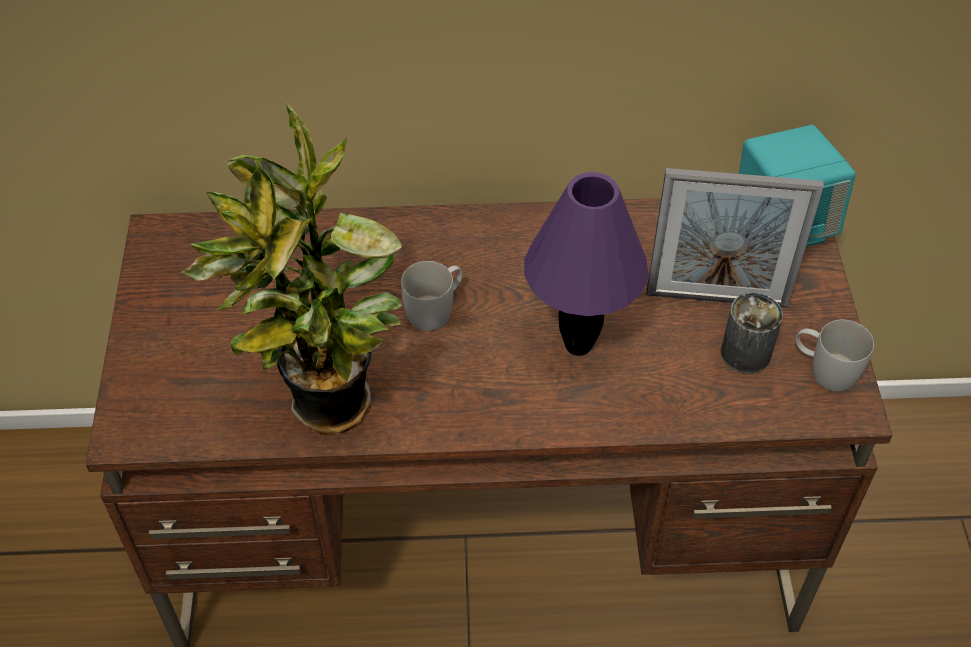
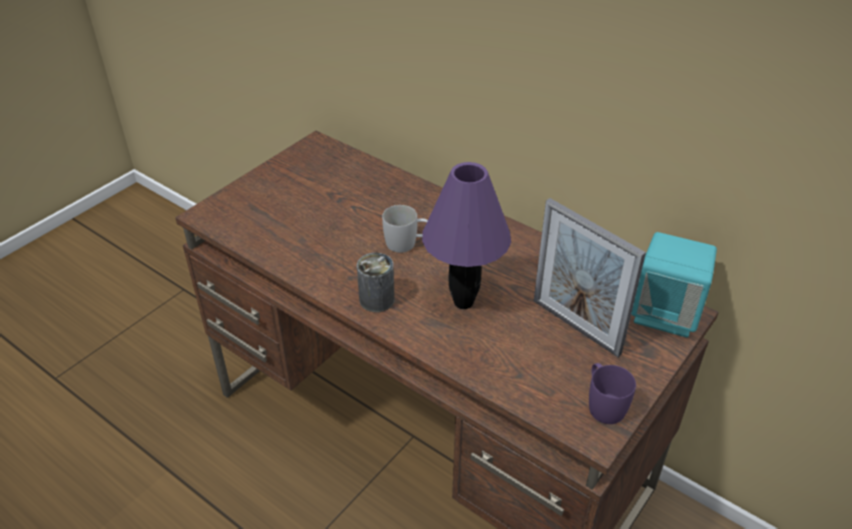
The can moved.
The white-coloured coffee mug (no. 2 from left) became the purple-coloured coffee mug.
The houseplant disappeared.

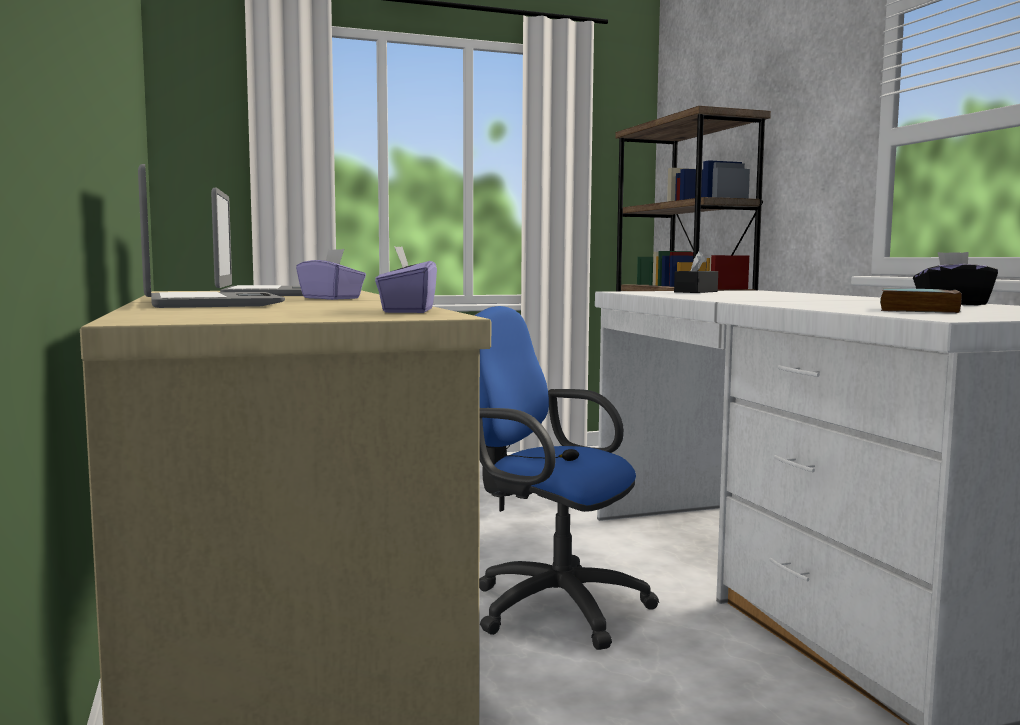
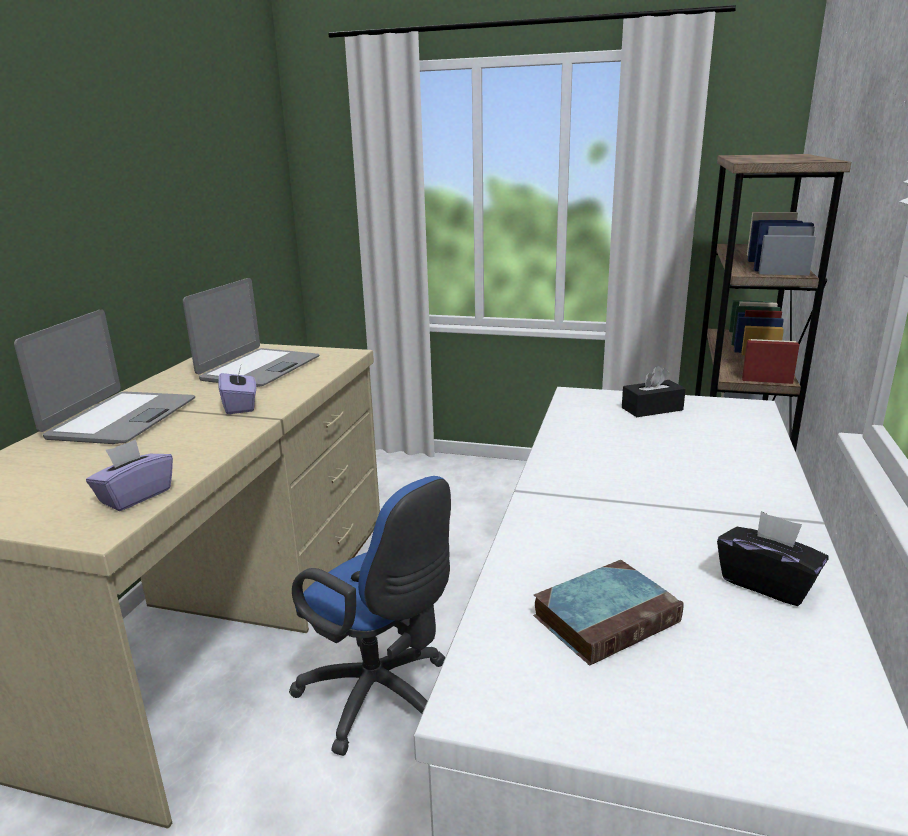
The blue-coloured computer chair turned 150 degrees clockwise.

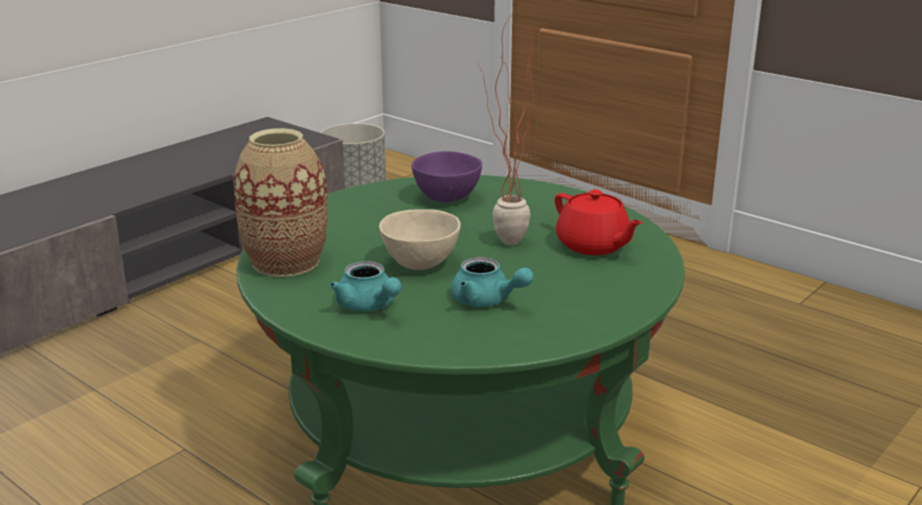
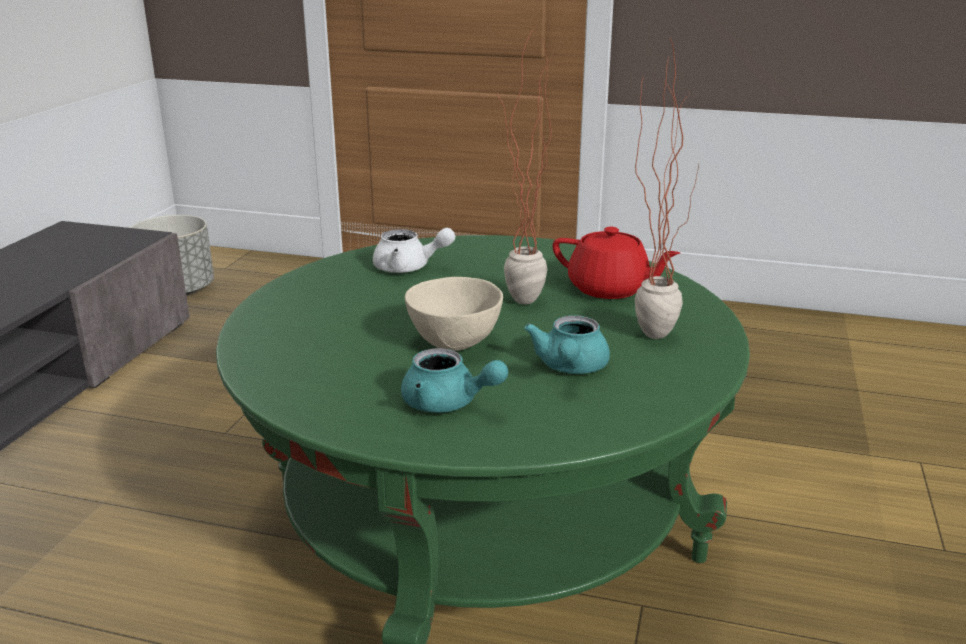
The purple-coloured serving bowl was replaced by the white-coloured tea pot.
The blue-green tea pot (no. 2 from left) turned 90 degrees clockwise.
The houseplant (no. 2 from left) appeared.
The vase disappeared.

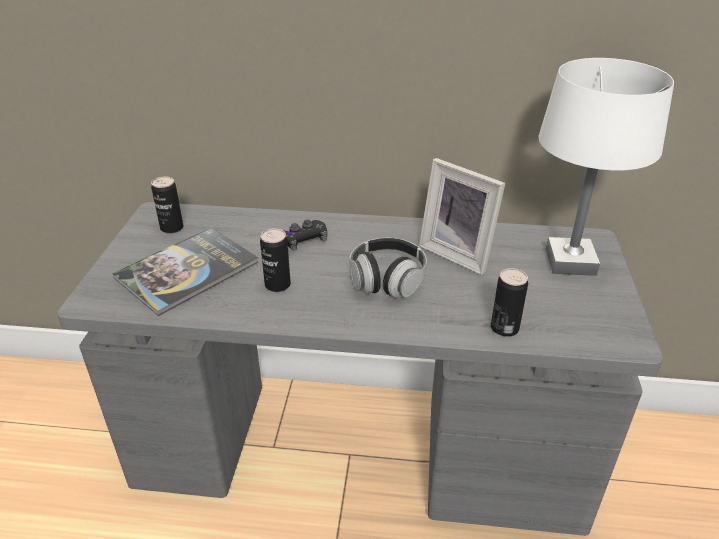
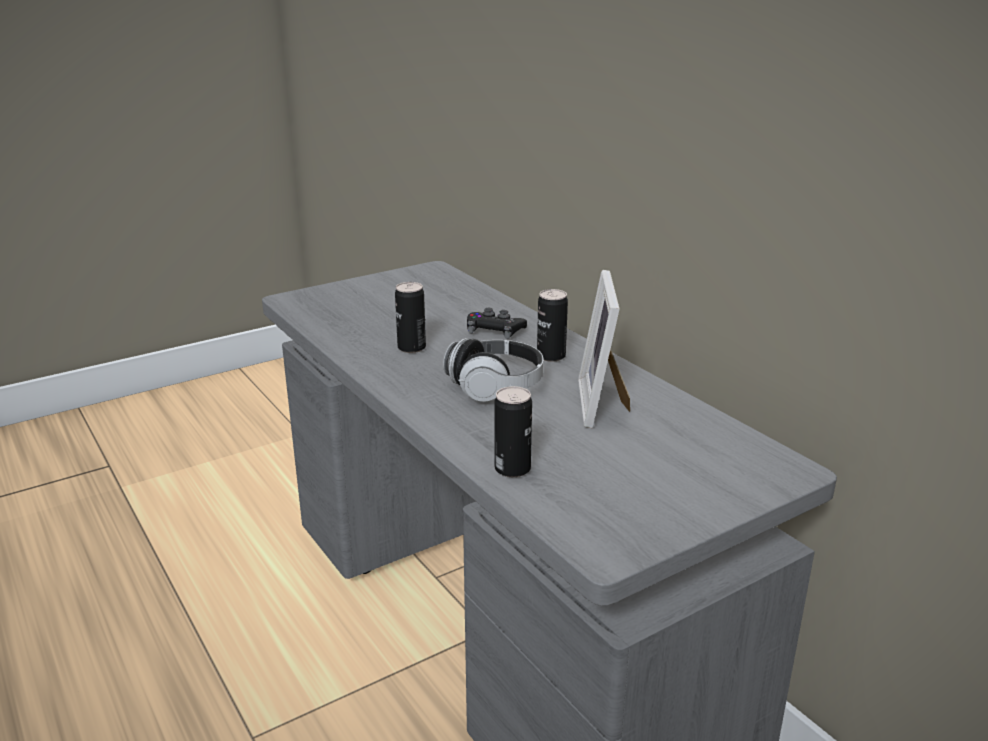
The can (no. 1 from left in the first image) moved.
The bound book disappeared.
The white-coloured lamp for a table disappeared.

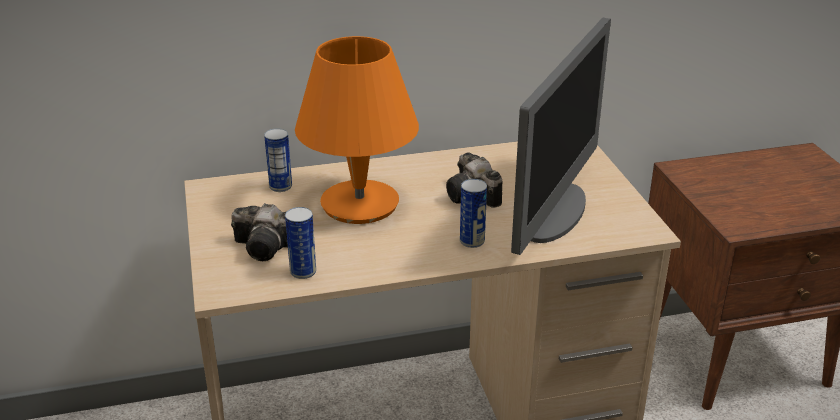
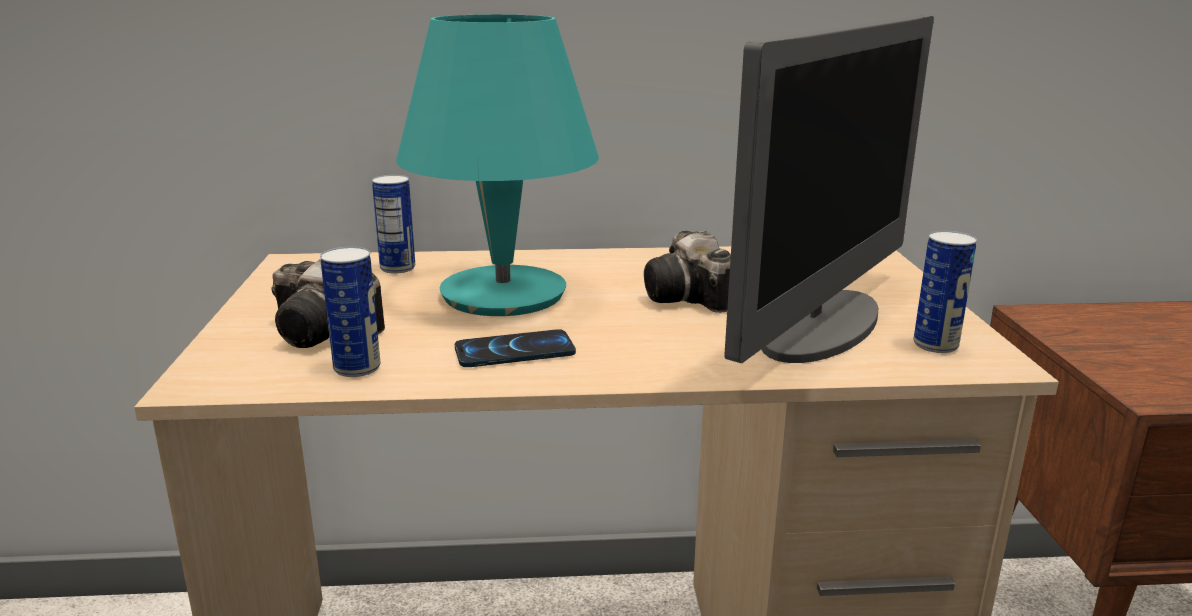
The orange-coloured lamp for a table became the blue-green lamp for a table.
The telephone appeared.
The can (no. 3 from left) moved.

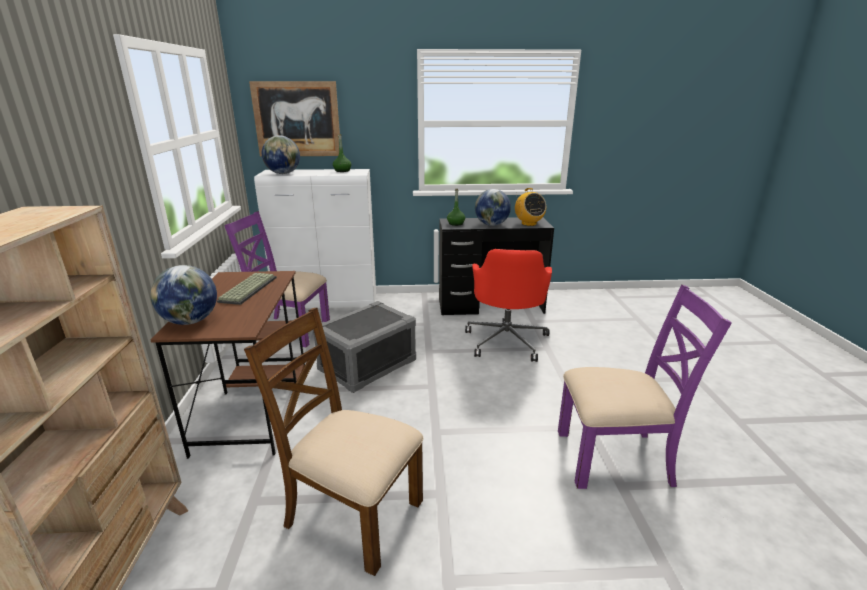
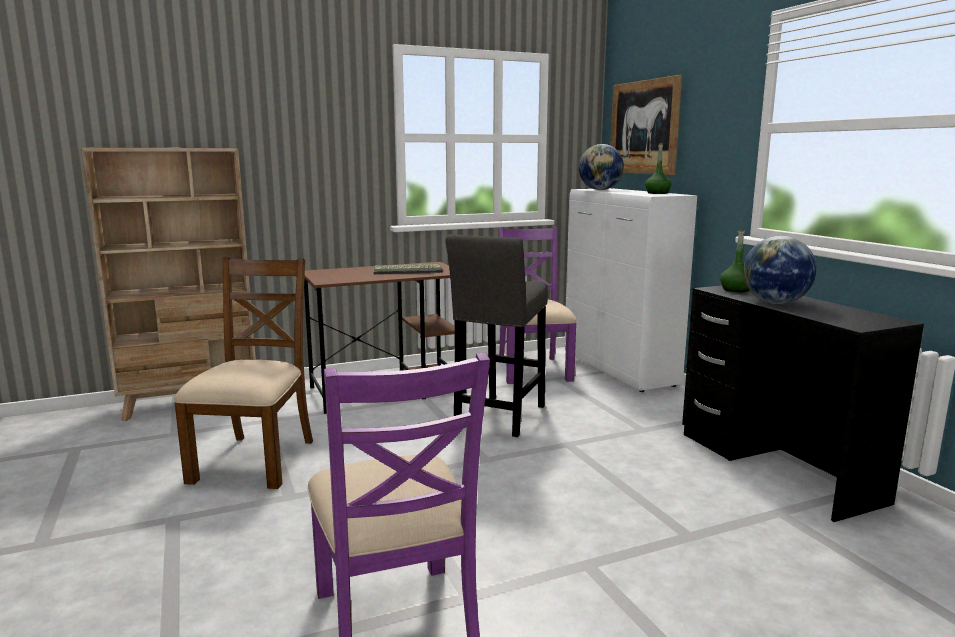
The gray storage bin was replaced by the gray stool.
The desk globe (no. 1 from left) disappeared.
The red computer chair disappeared.
The radio set disappeared.

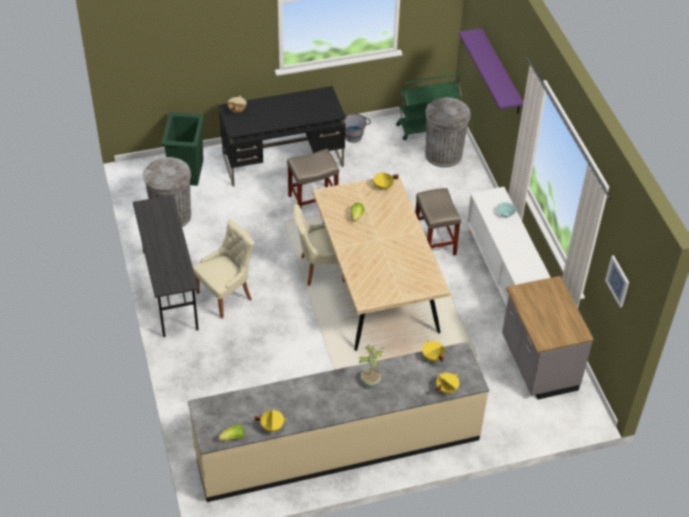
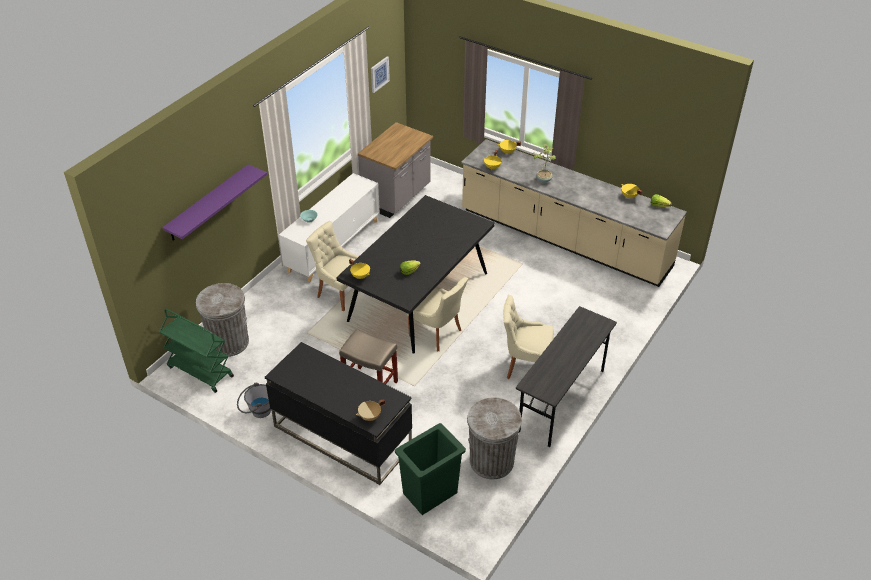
The beige-coloured stool (no. 2 from left) was replaced by the beige-coloured plain chair (no. 1 from left).
The beige-coloured kitchen table became the black kitchen table.

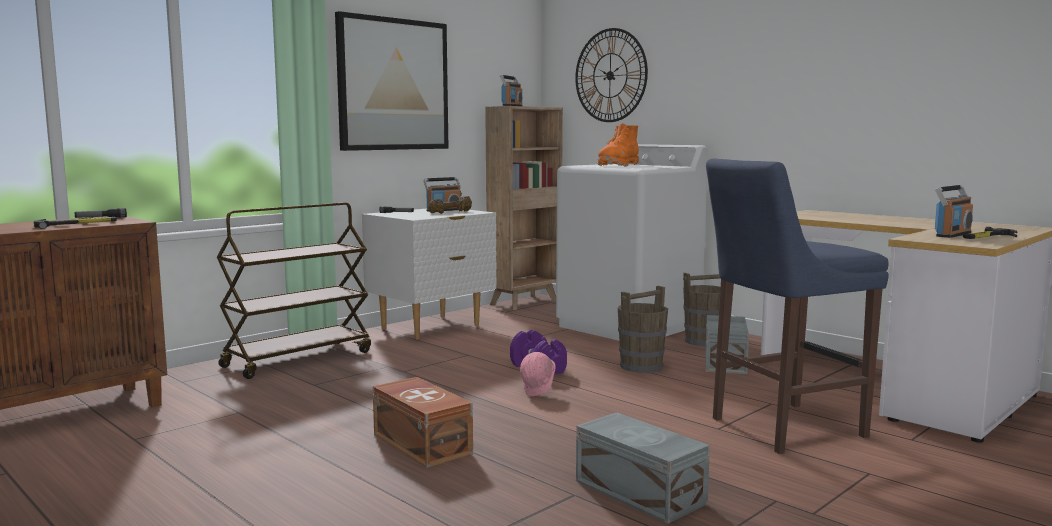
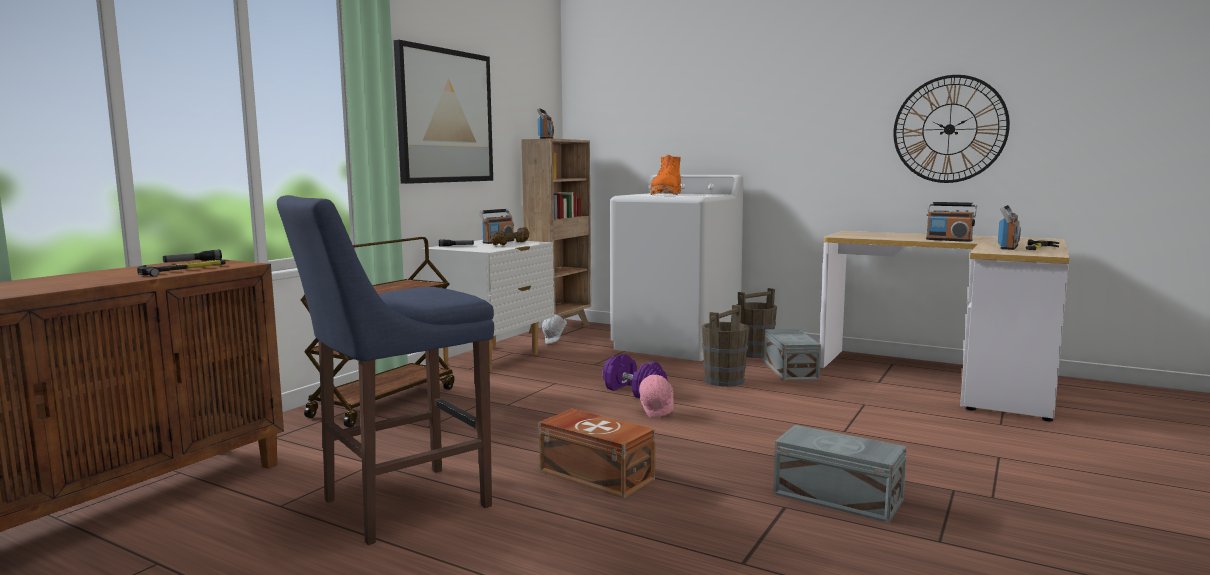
The blue-coloured stool moved.
The white-coloured hard hat appeared.
The hanging clock moved.
The radio set (no. 3 from left) appeared.

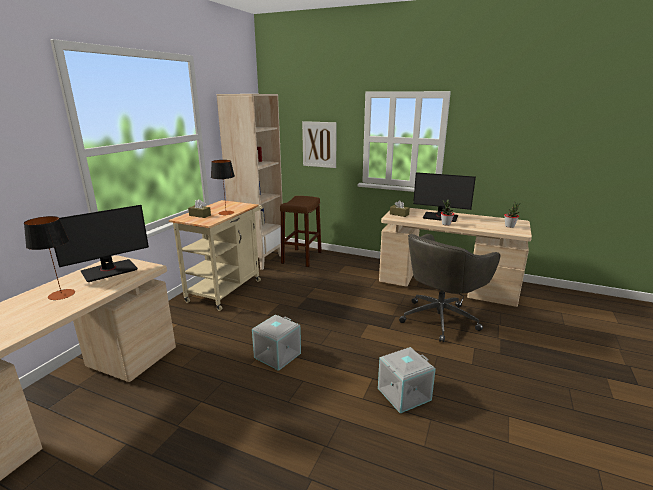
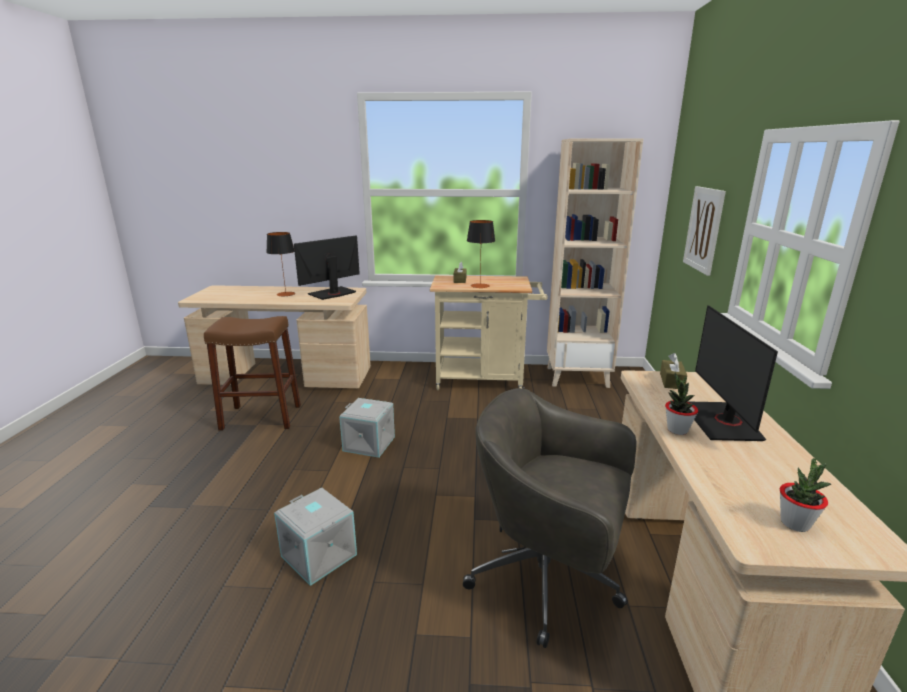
The brown stool moved.
The computer screen (no. 1 from left) turned 105 degrees clockwise.

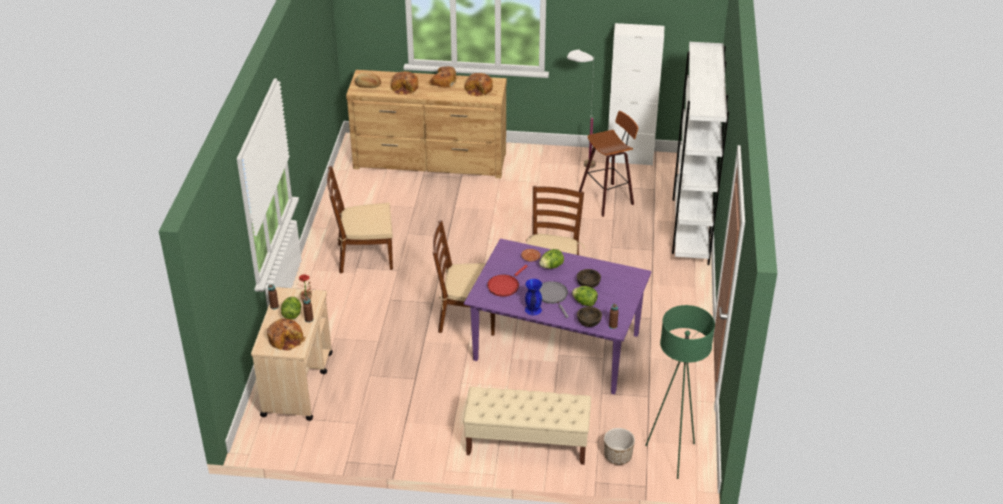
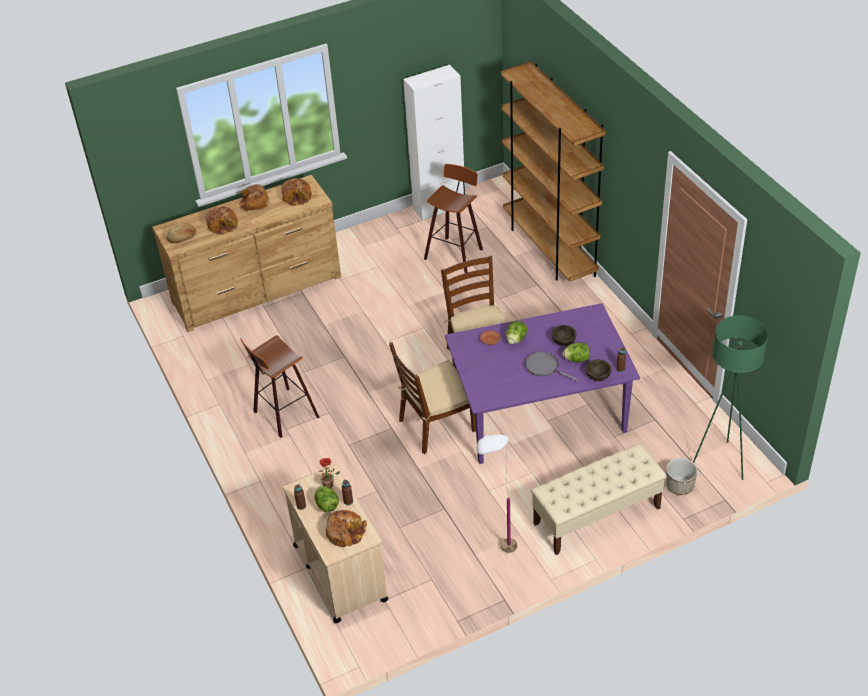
The brown plain chair (no. 1 from left) was replaced by the stool (no. 1 from left).
The white-coloured standard lamp moved.
The white-coloured bookcase became the brown bookcase.
The red skillet disappeared.
The blue-coloured vase disappeared.

